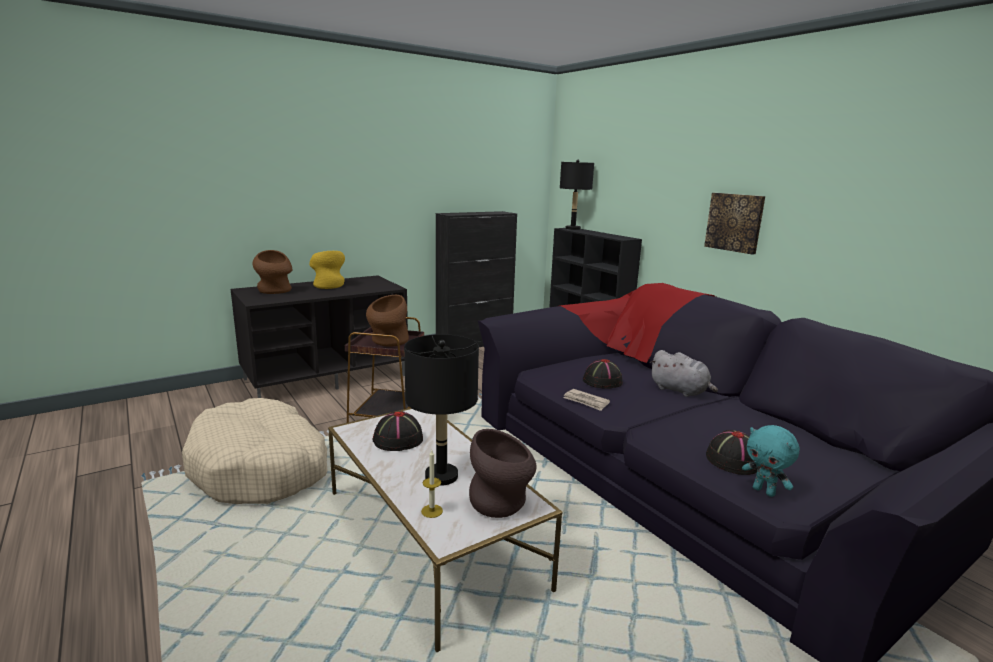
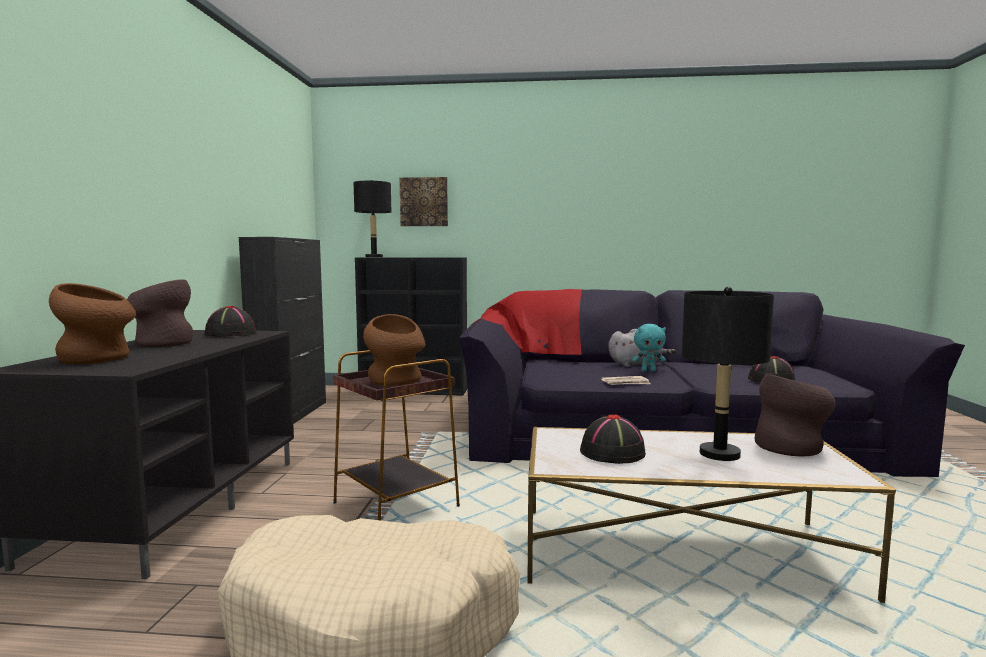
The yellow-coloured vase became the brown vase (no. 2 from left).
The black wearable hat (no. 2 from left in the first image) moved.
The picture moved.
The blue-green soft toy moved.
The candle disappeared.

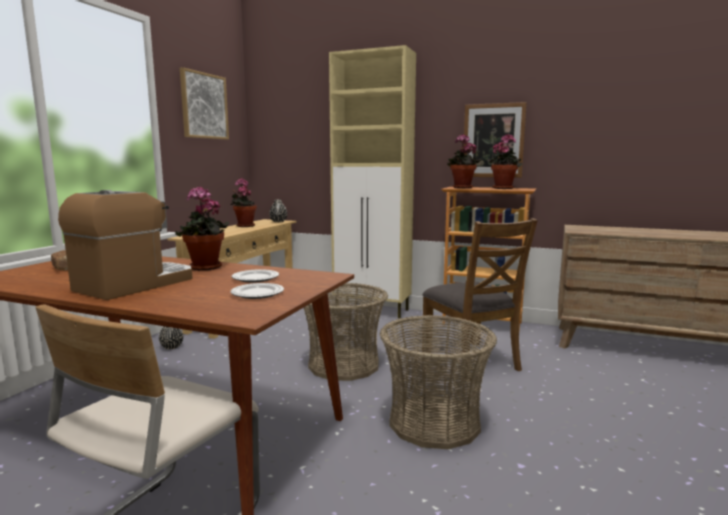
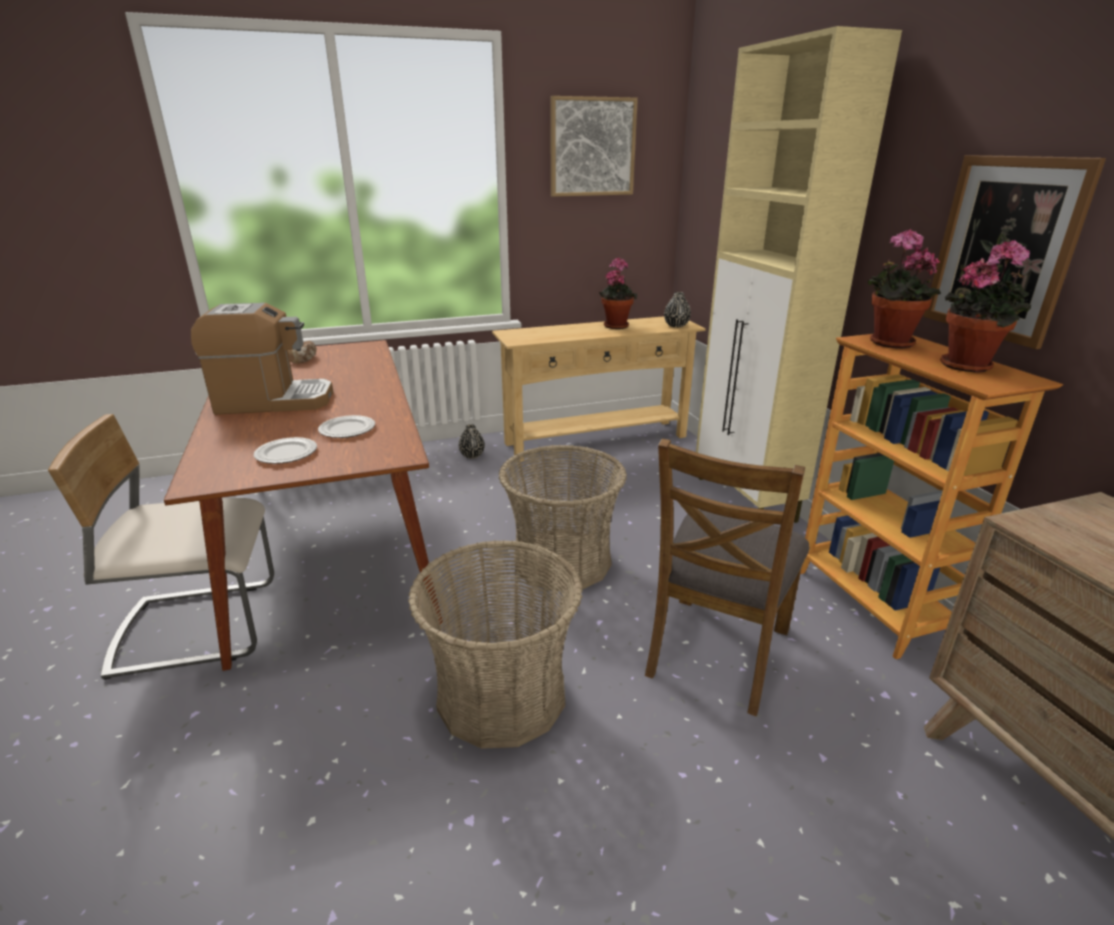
The houseplant (no. 1 from left) disappeared.

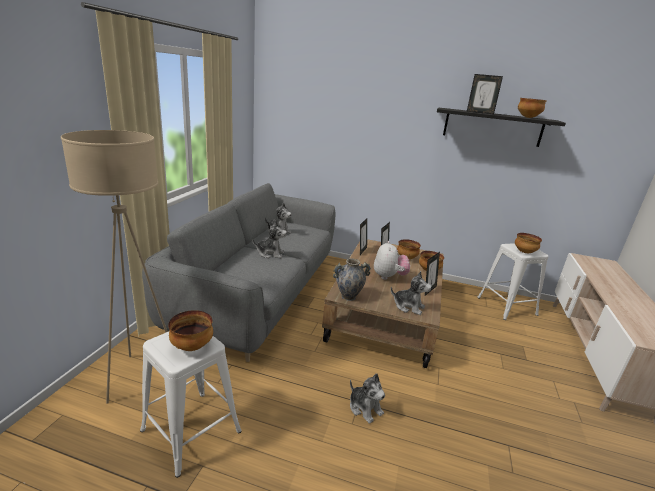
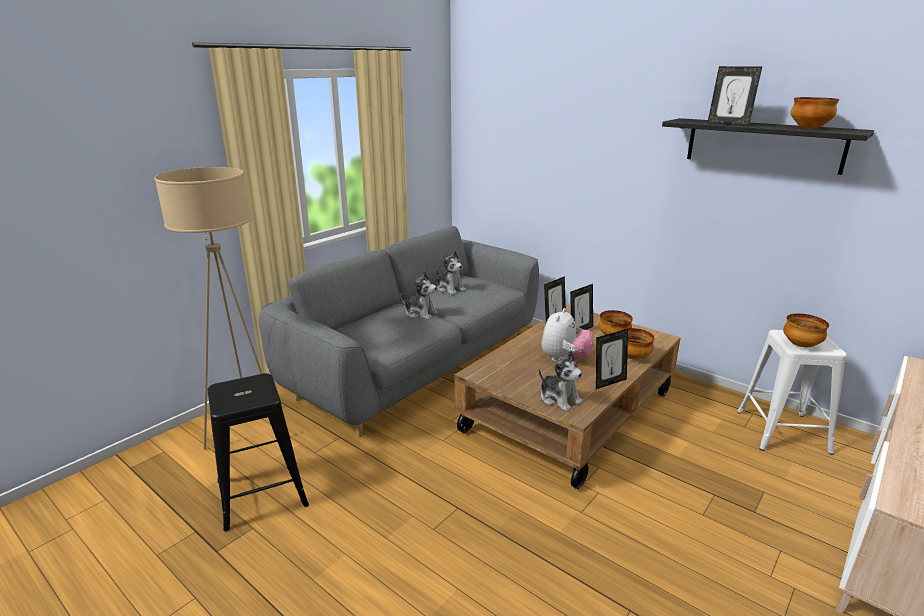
The white-coloured stool (no. 1 from left) became the black stool.
The serving bowl (no. 1 from left) disappeared.
The vase disappeared.
The soft toy (no. 3 from left) disappeared.

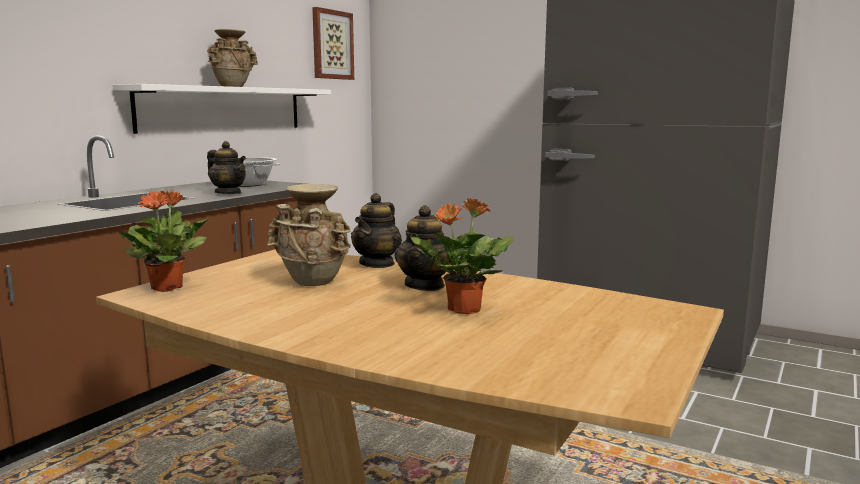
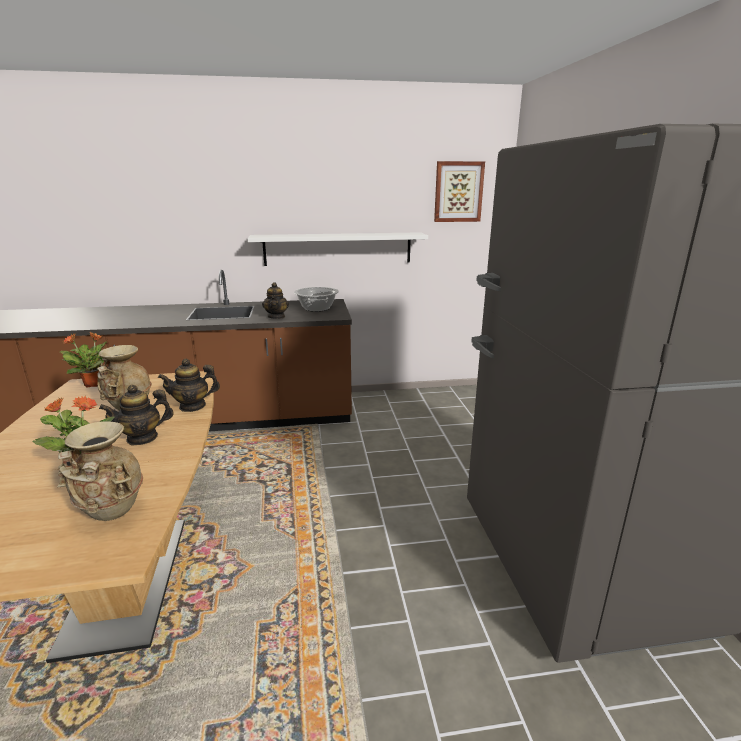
The beige-coloured vase (no. 1 from left) moved.

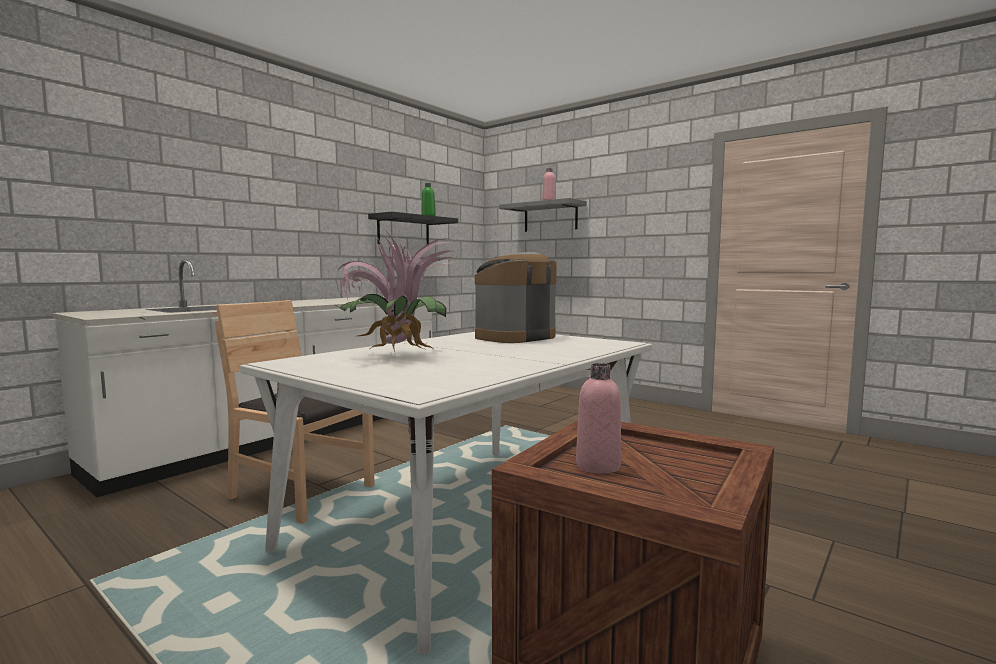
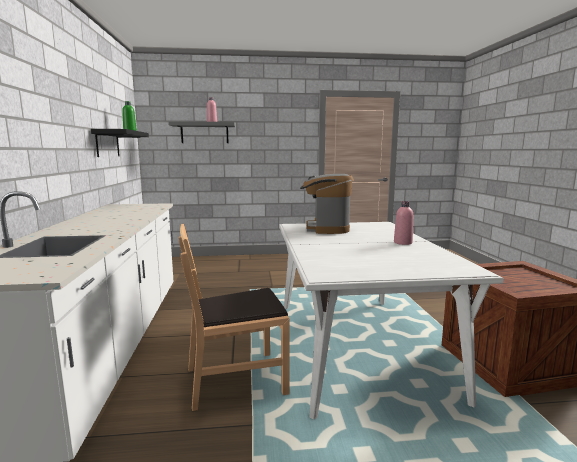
The pink beverage bottle (no. 2 from left) moved.
The houseplant disappeared.

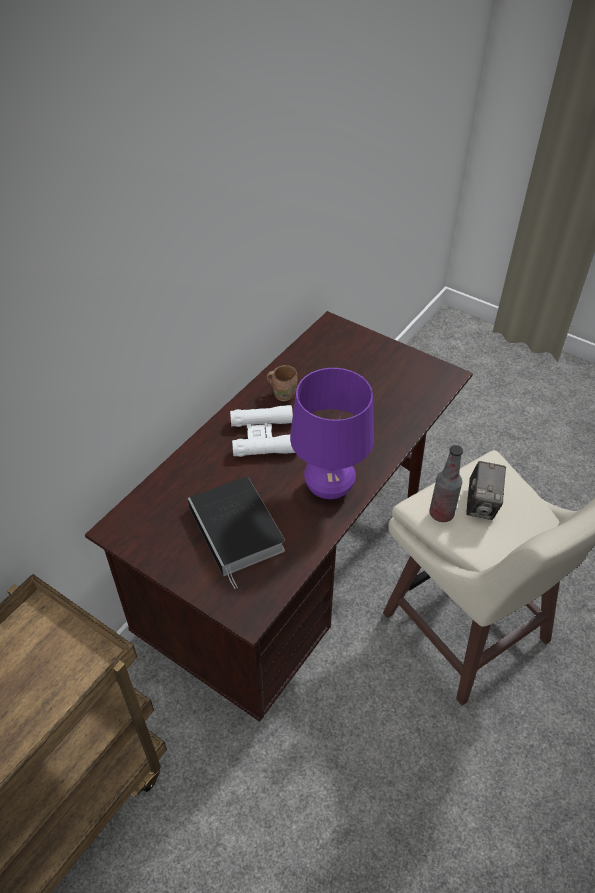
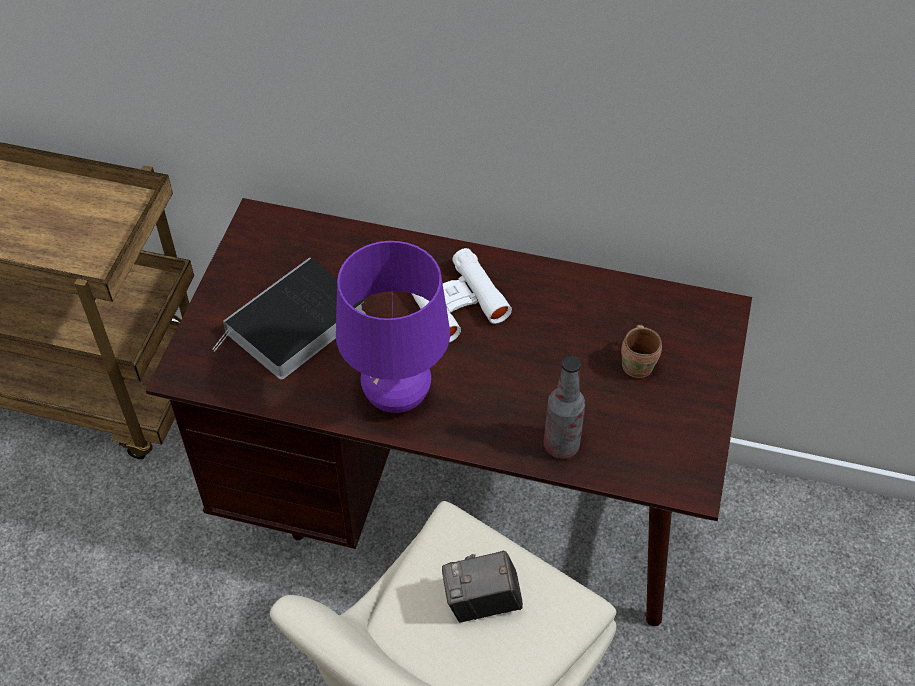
The beverage bottle moved.
The brown coffee mug moved.

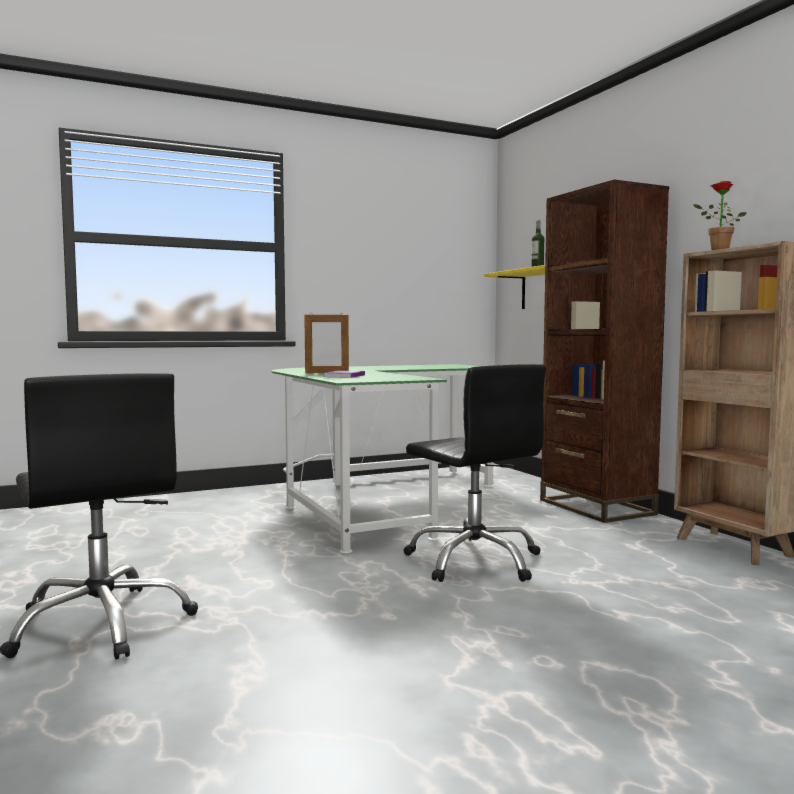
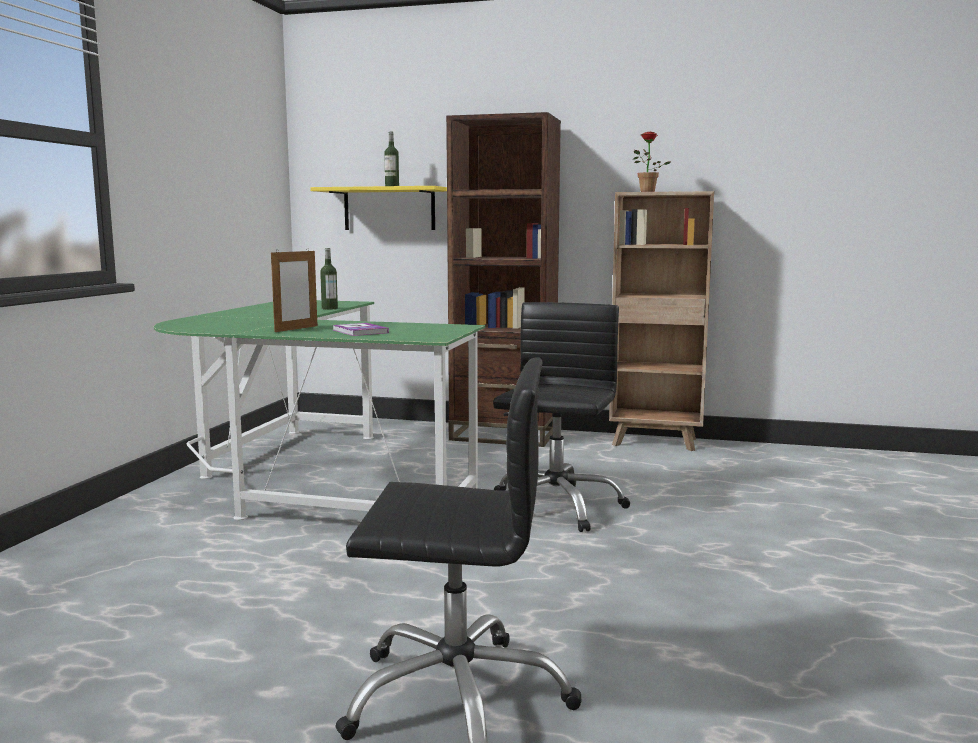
The beverage bottle (no. 1 from left) appeared.
The black computer chair (no. 2 from left) turned 75 degrees counterclockwise.

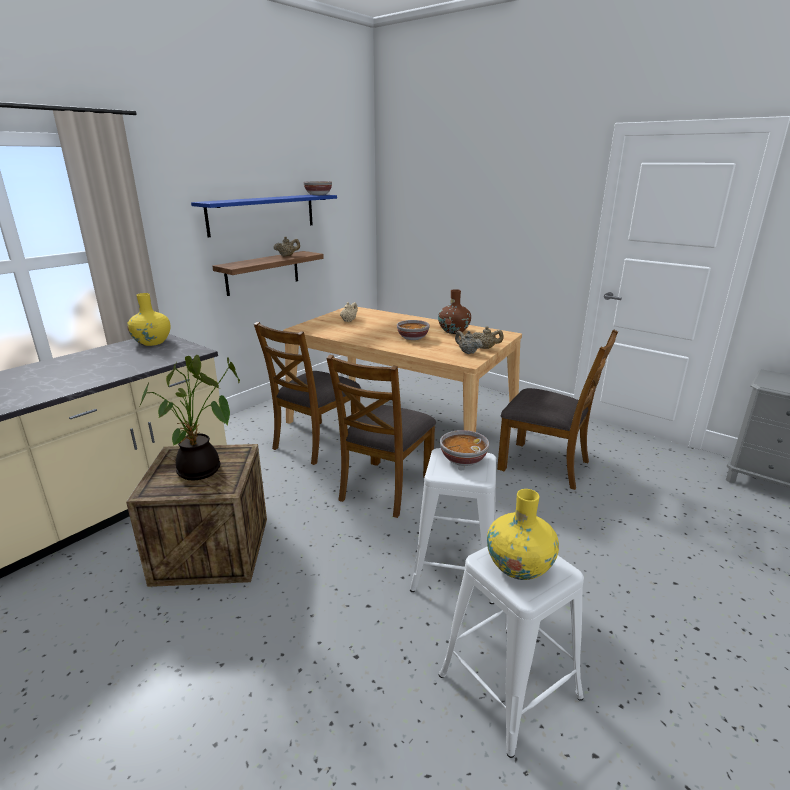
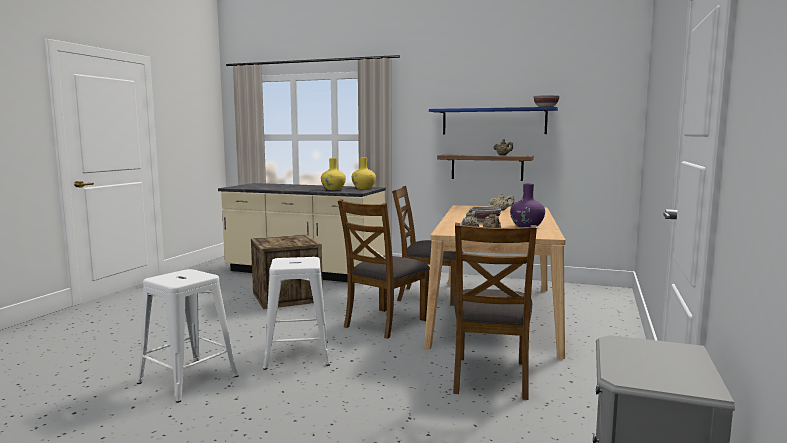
The yellow-coloured vase (no. 2 from left in the first image) moved.
The brown plain chair (no. 2 from left in the first image) turned 60 degrees counterclockwise.
The brown vase became the purple-coloured vase.
The houseplant disappeared.
The serving bowl (no. 3 from left) disappeared.

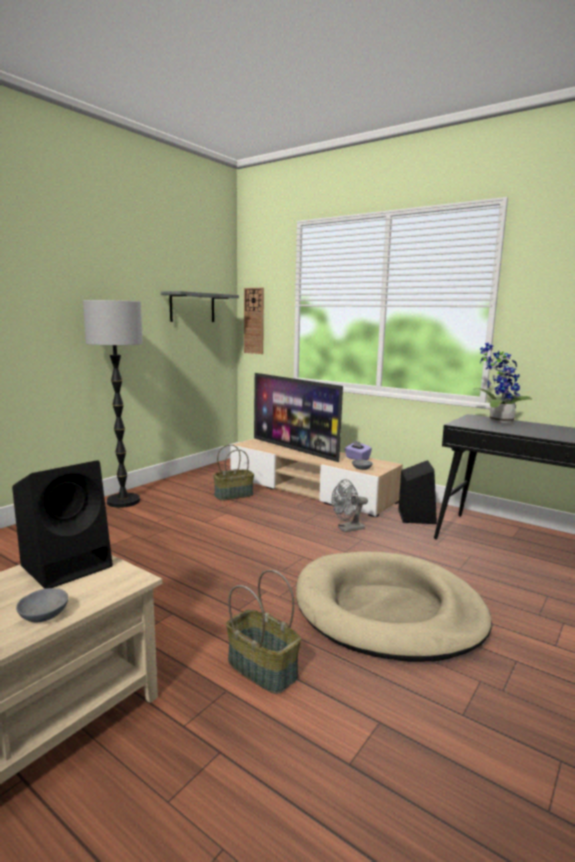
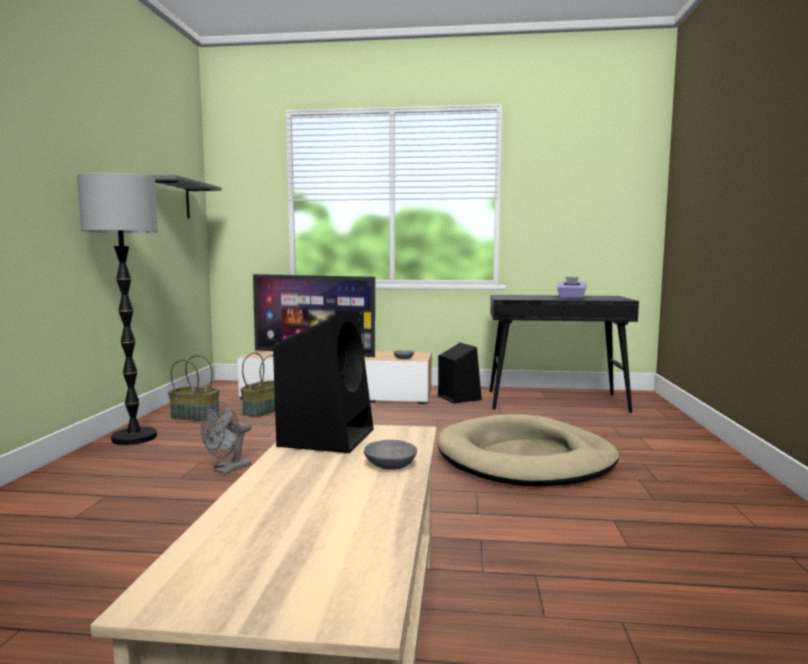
The basket (no. 2 from left in the first image) moved.
The gray cooling fan moved.
The purple-coloured tissue box moved.
The hanging clock disappeared.
The houseplant disappeared.

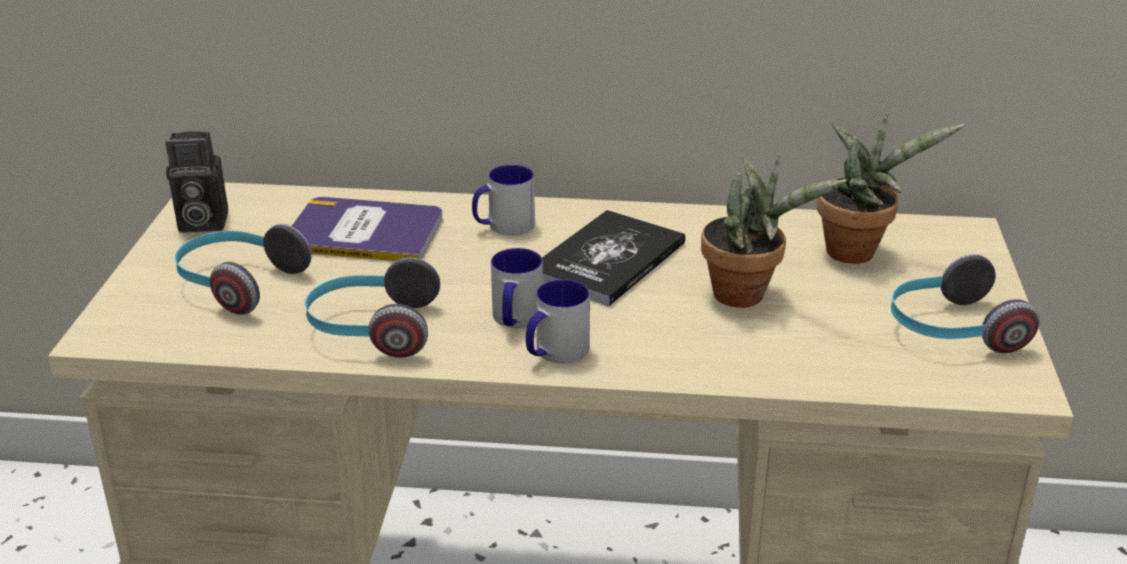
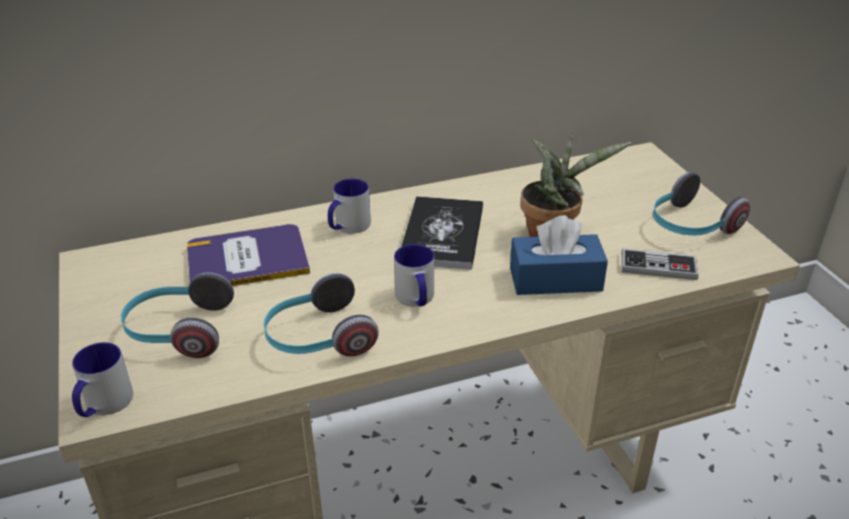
The coffee mug (no. 3 from left in the first image) moved.
The blue-coloured tissue box appeared.
The gamepad appeared.
The still camera disappeared.
The houseplant (no. 2 from left) disappeared.

